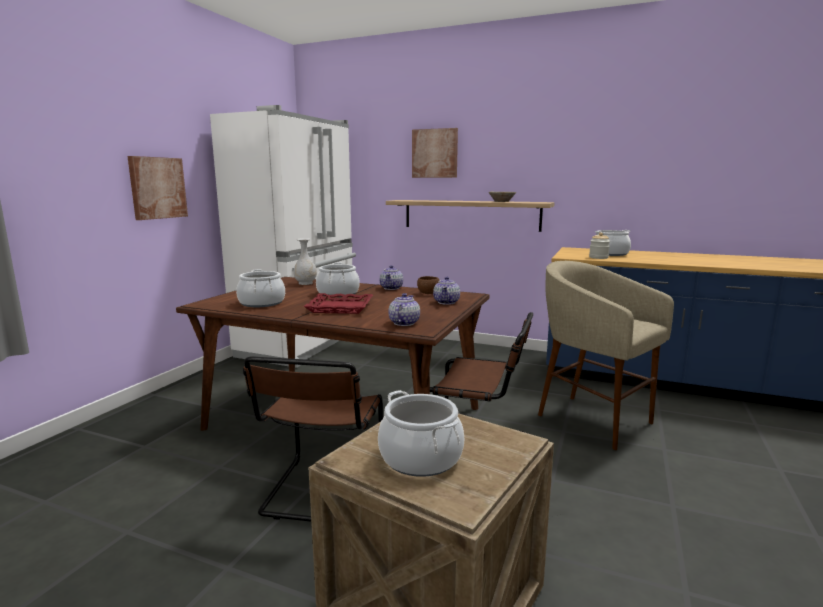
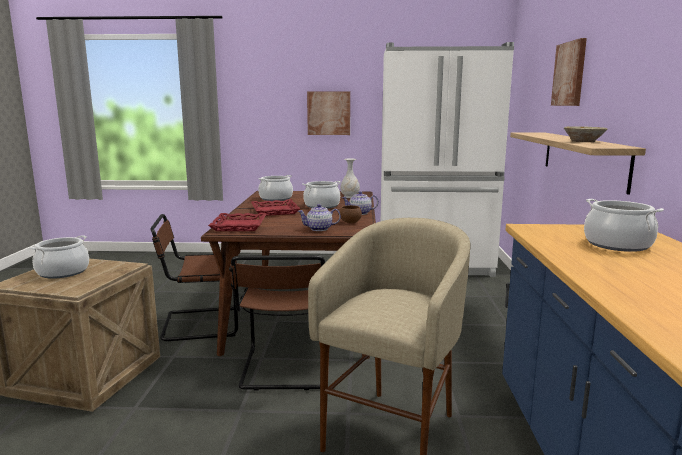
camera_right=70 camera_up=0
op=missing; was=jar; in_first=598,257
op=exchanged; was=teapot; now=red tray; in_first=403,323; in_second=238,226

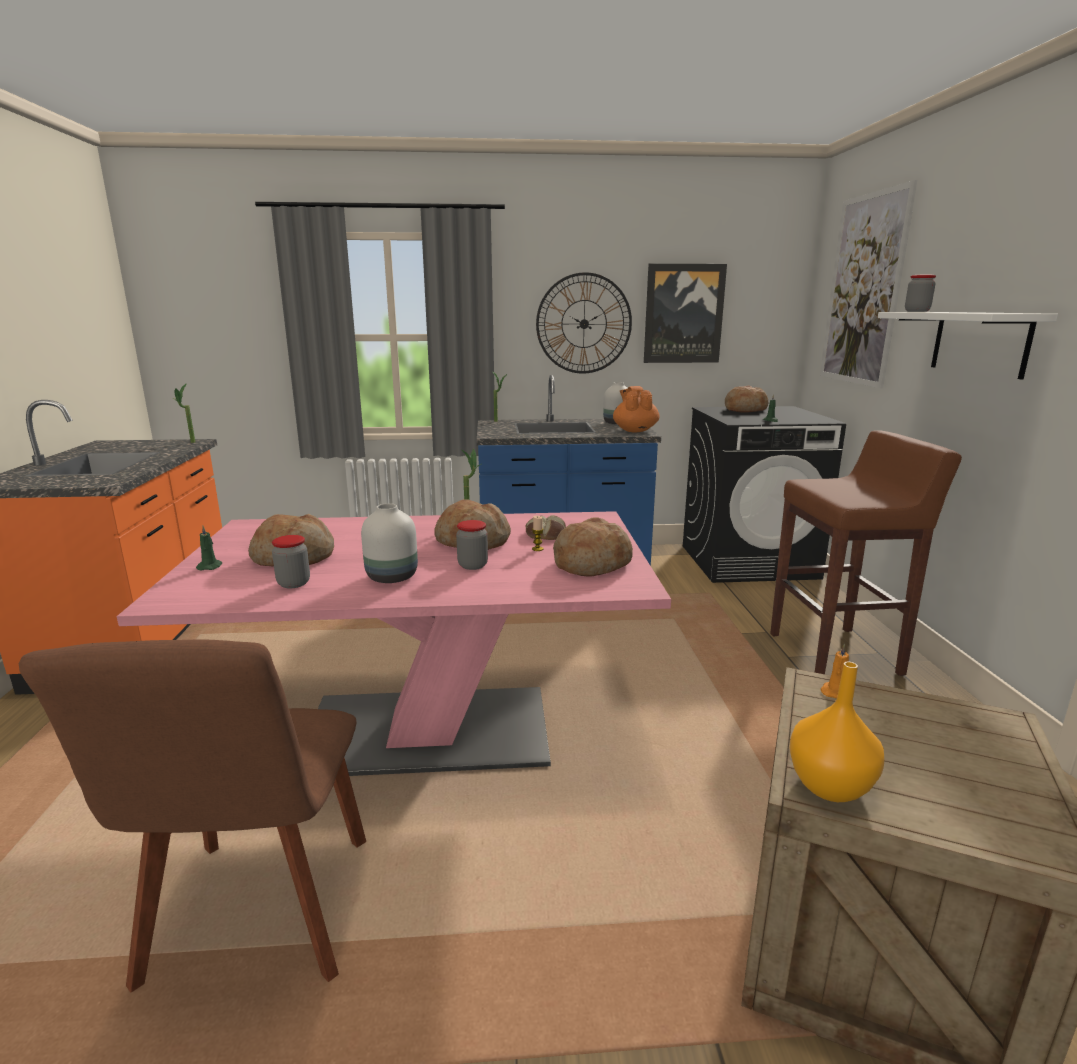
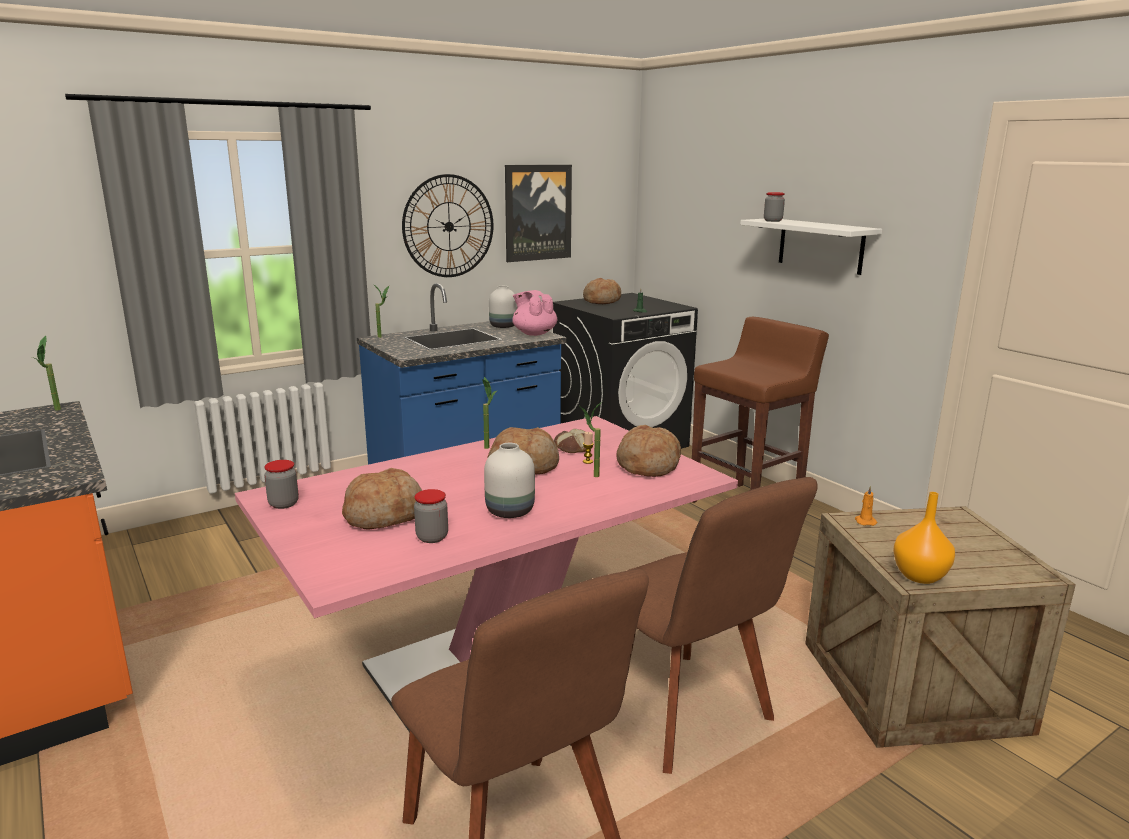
camera_right=-30 camera_up=0
op=missing; was=picture; in_first=863,290
op=colour; was=orange teapot; now=pink teapot; in_first=634,430; in_second=534,333
op=relocated; was=jar; in_first=472,565; in_second=283,504
op=missing; was=green candle; in_first=210,566
op=appeared; now=potted plant; in_second=590,475
op=appeared; now=brown chair; in_second=686,715

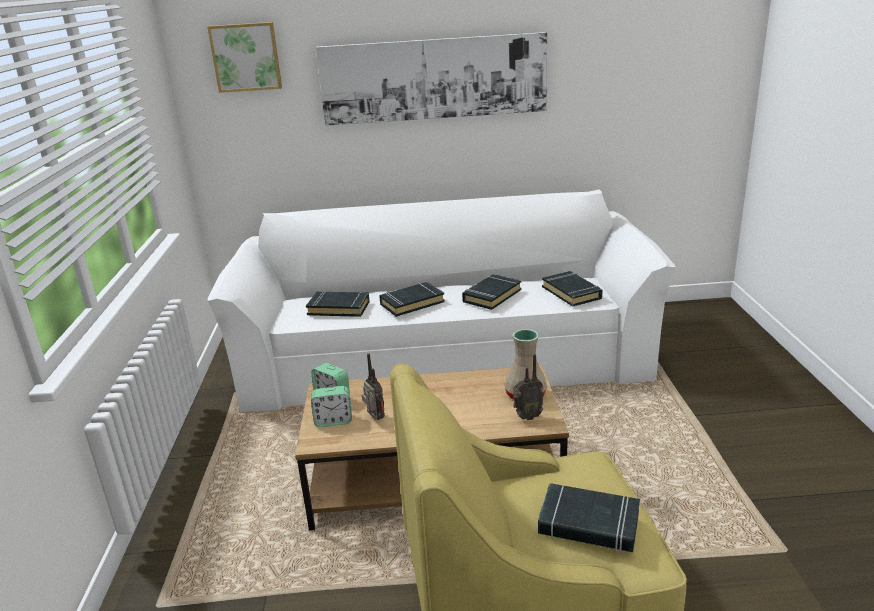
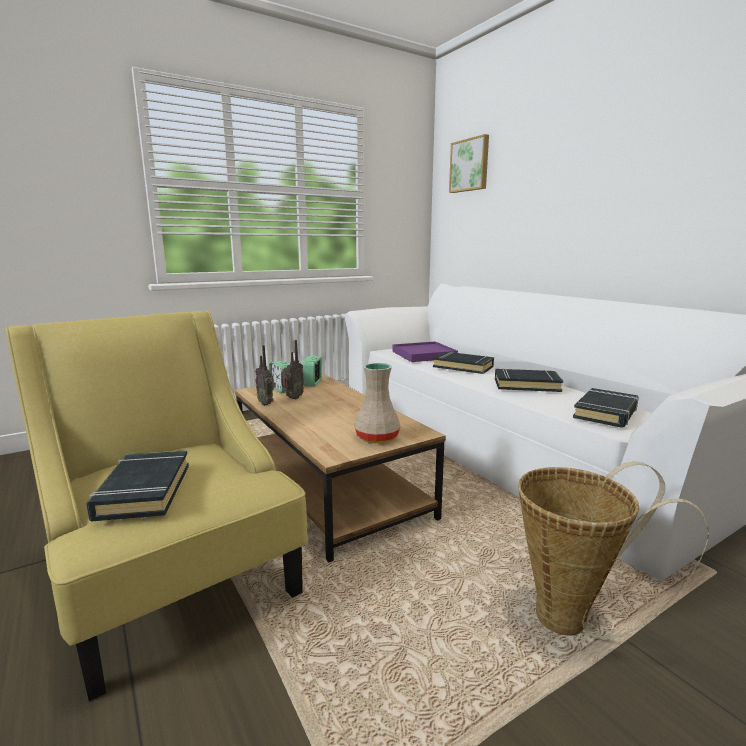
camera_right=60 camera_up=-10
op=missing; was=picture; in_first=434,79
op=exchanged; was=black book; now=purple tray; in_first=339,308; in_second=424,355
op=relocated; was=radio; in_first=526,417; in_second=266,403
op=appeared; now=basket; in_second=574,620

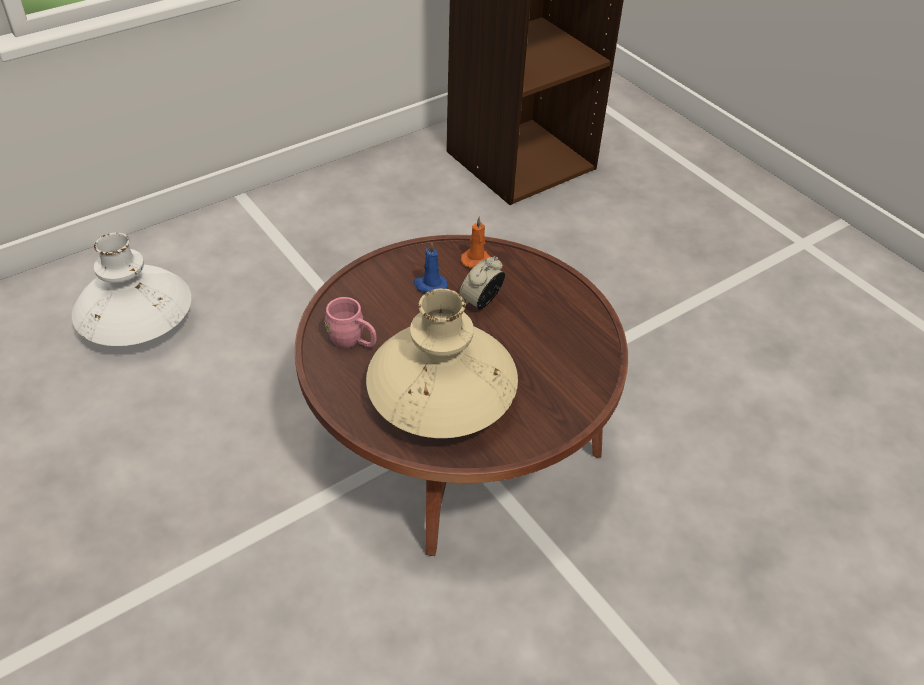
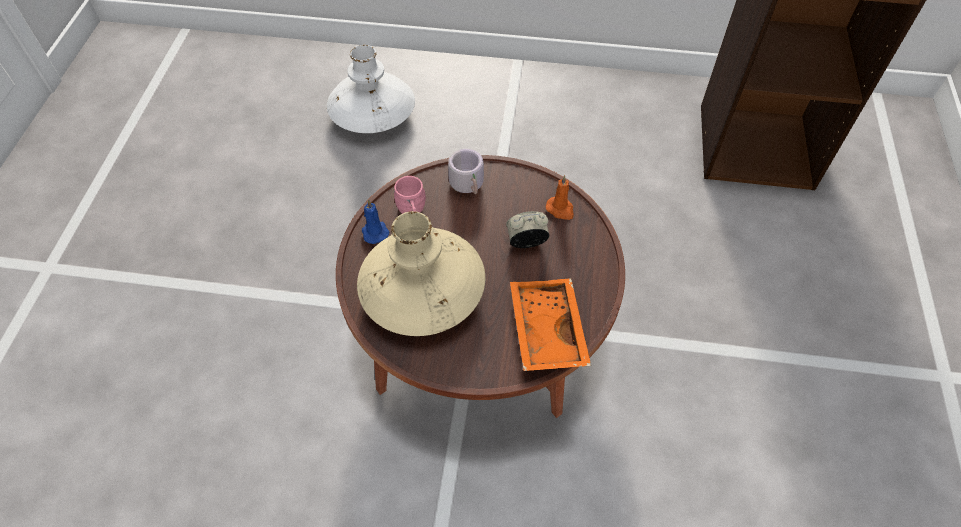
camera_right=45 camera_up=10
op=relocated; was=blue candle; in_first=429,286; in_second=374,232
op=appeared; now=grey mug; in_second=470,184
op=appeared; now=orange tray; in_second=544,330

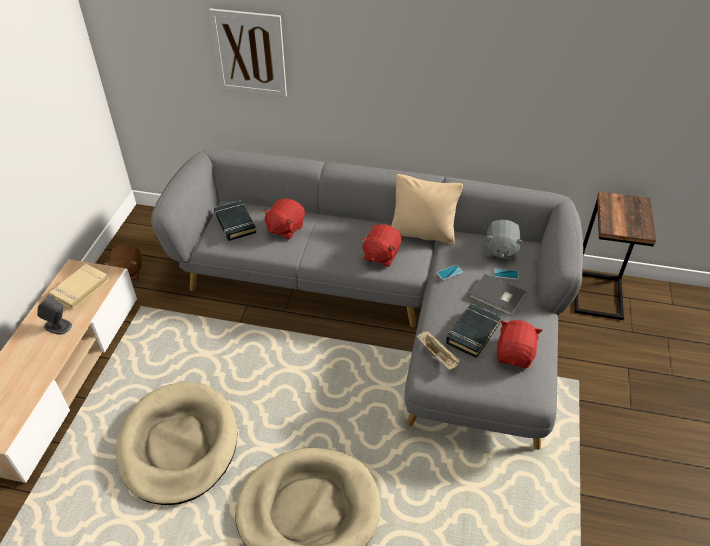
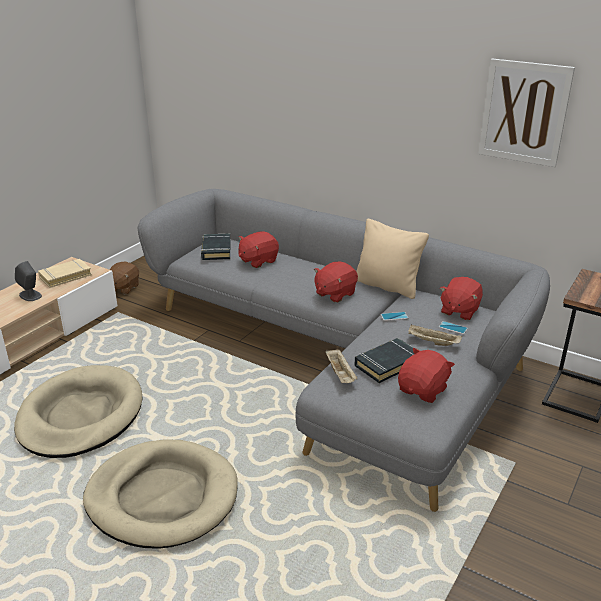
camera_right=20 camera_up=-15
op=relocated; was=picture; in_first=249,53; in_second=524,112
op=colour; was=grey plush toy; now=red plush toy; in_first=500,250; in_second=459,311
op=exchanged; was=grey book; now=beige tray; in_first=497,297; in_second=432,342

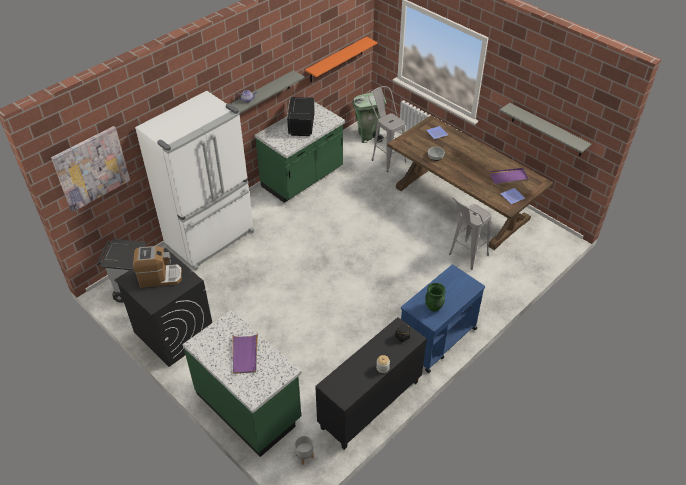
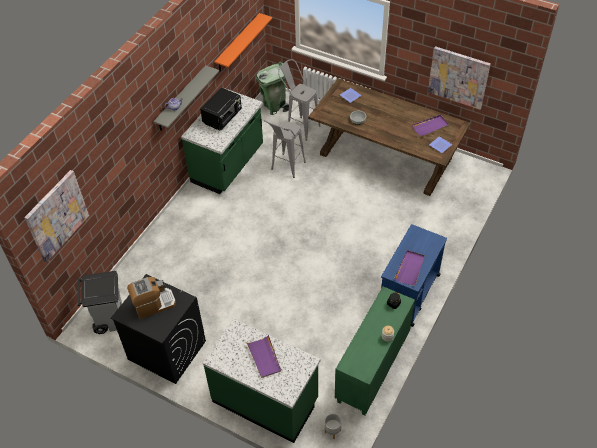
camera_right=-15 camera_up=5
op=missing; was=white fridge; in_first=211,239
op=spun; was=black microwave; in_first=301,126; in_second=223,117; clockwise=-135
op=exchanged; was=grey shelf; now=picture; in_first=547,130; in_second=458,77
op=relocated; was=grey stool; in_first=464,258; in_second=285,169
op=exchanged; was=green vase; now=purple tray; in_first=434,307; in_second=410,268
op=colour; was=black cabinet; now=green cabinet; in_first=370,405; in_second=372,369

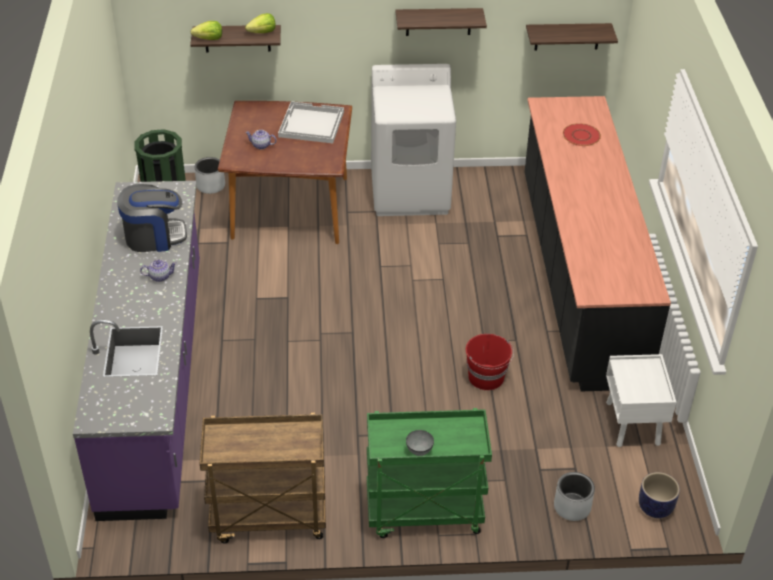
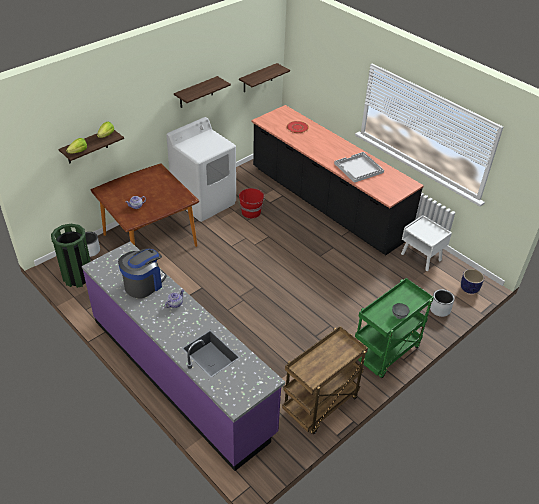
camera_right=-40 camera_up=0
op=relocated; was=white tray; in_first=310,124; in_second=358,168
op=relocated; was=red bucket; in_first=486,377; in_second=251,212

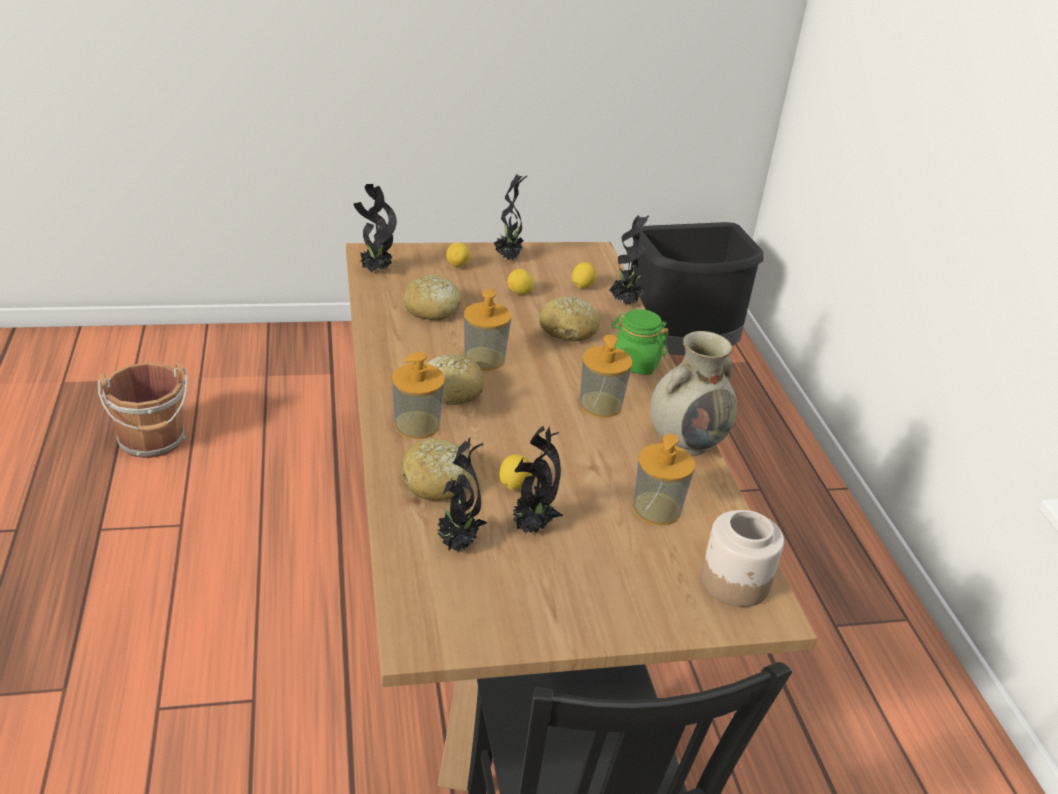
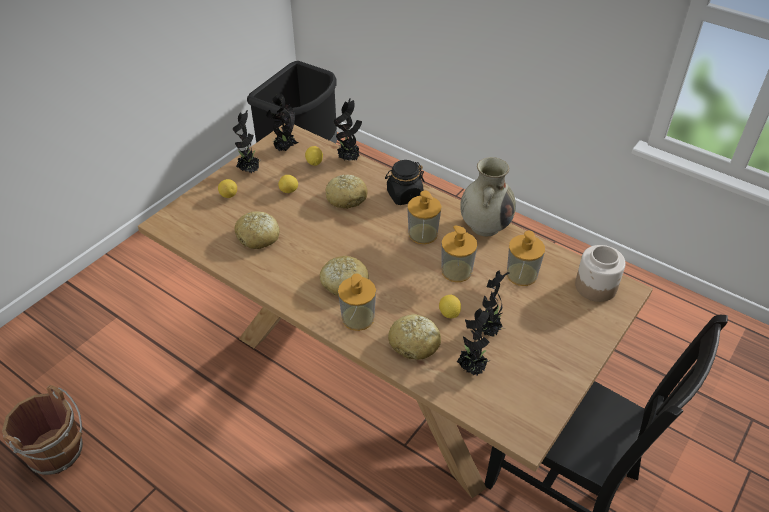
camera_right=-40 camera_up=10
op=relocated; was=potted plant; in_first=374,270; in_second=284,149
op=relocated; was=soap dispenser; in_first=484,358; in_second=456,271
op=colour; was=green jar; now=black jar; in_first=635,363; in_second=404,195

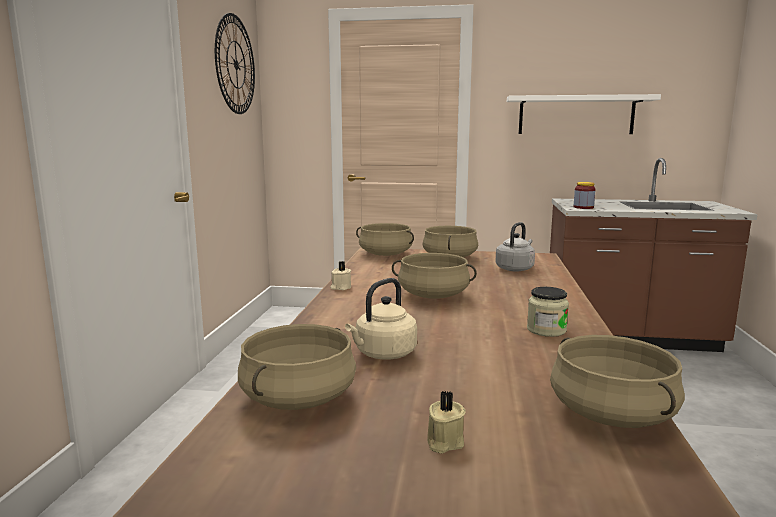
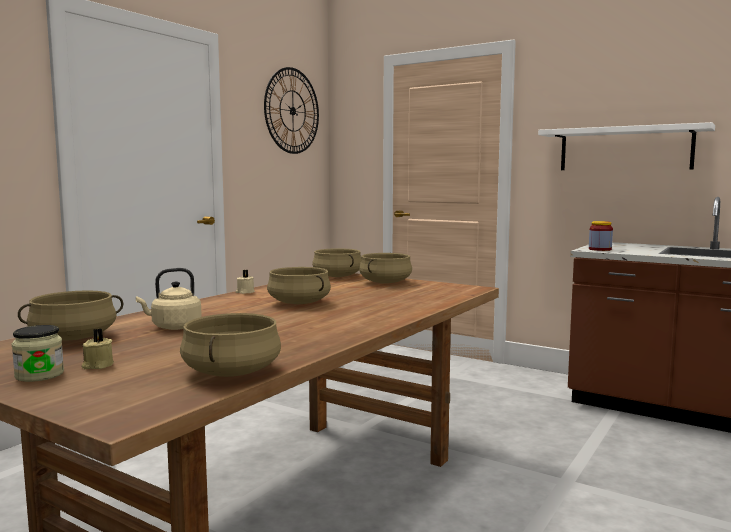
camera_right=25 camera_up=-5
op=missing; was=grey kettle; in_first=515,268
op=relocated; was=jar; in_first=546,330; in_second=39,375

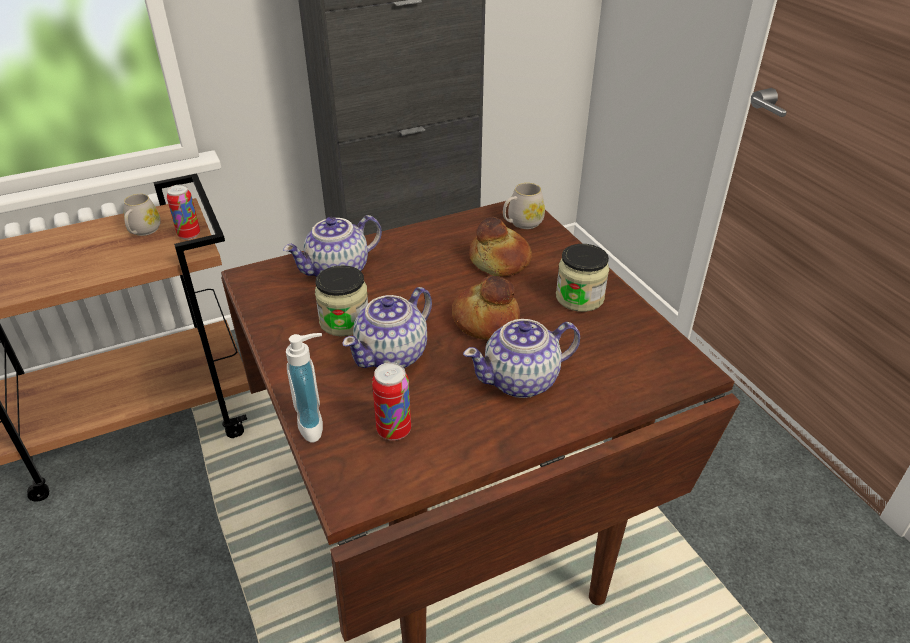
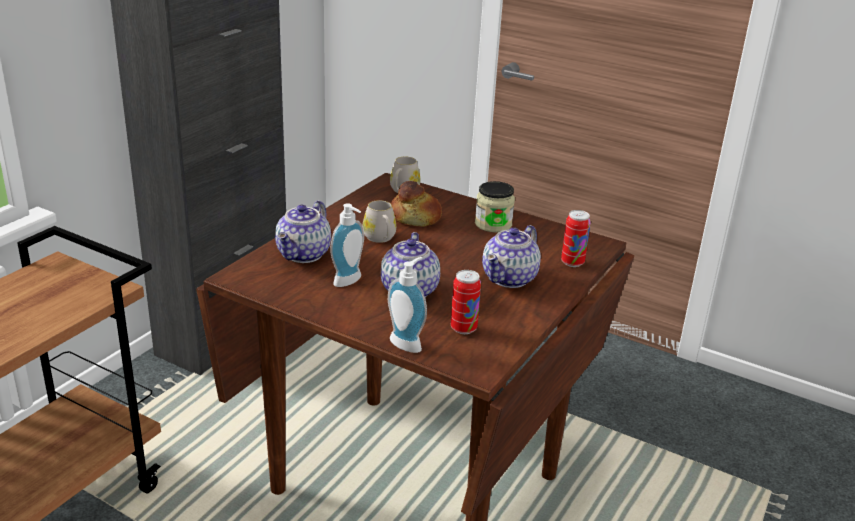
camera_right=-35 camera_up=-10
op=relocated; was=can; in_first=189,235; in_second=572,262
op=relocated; was=white mug; in_first=143,231; in_second=380,238
op=exchanged; was=jar; now=soap dispenser; in_first=344,321; in_second=350,282
op=missing; was=bread; in_first=484,321

